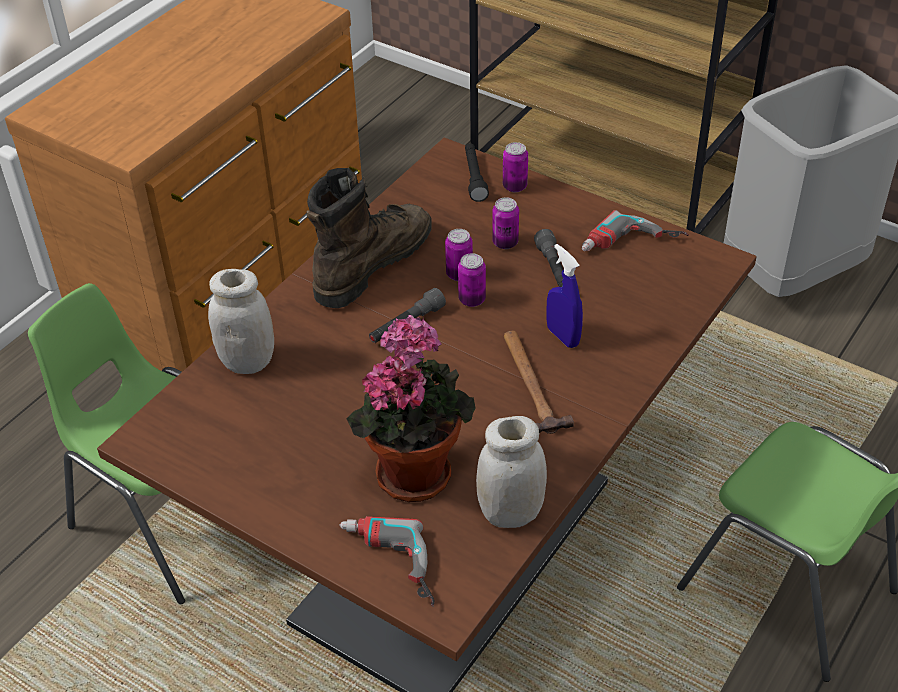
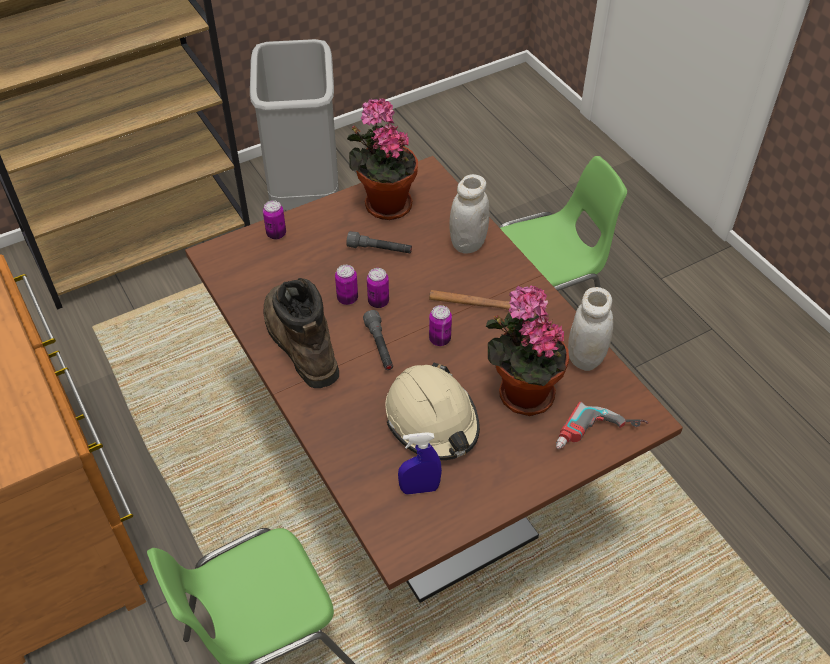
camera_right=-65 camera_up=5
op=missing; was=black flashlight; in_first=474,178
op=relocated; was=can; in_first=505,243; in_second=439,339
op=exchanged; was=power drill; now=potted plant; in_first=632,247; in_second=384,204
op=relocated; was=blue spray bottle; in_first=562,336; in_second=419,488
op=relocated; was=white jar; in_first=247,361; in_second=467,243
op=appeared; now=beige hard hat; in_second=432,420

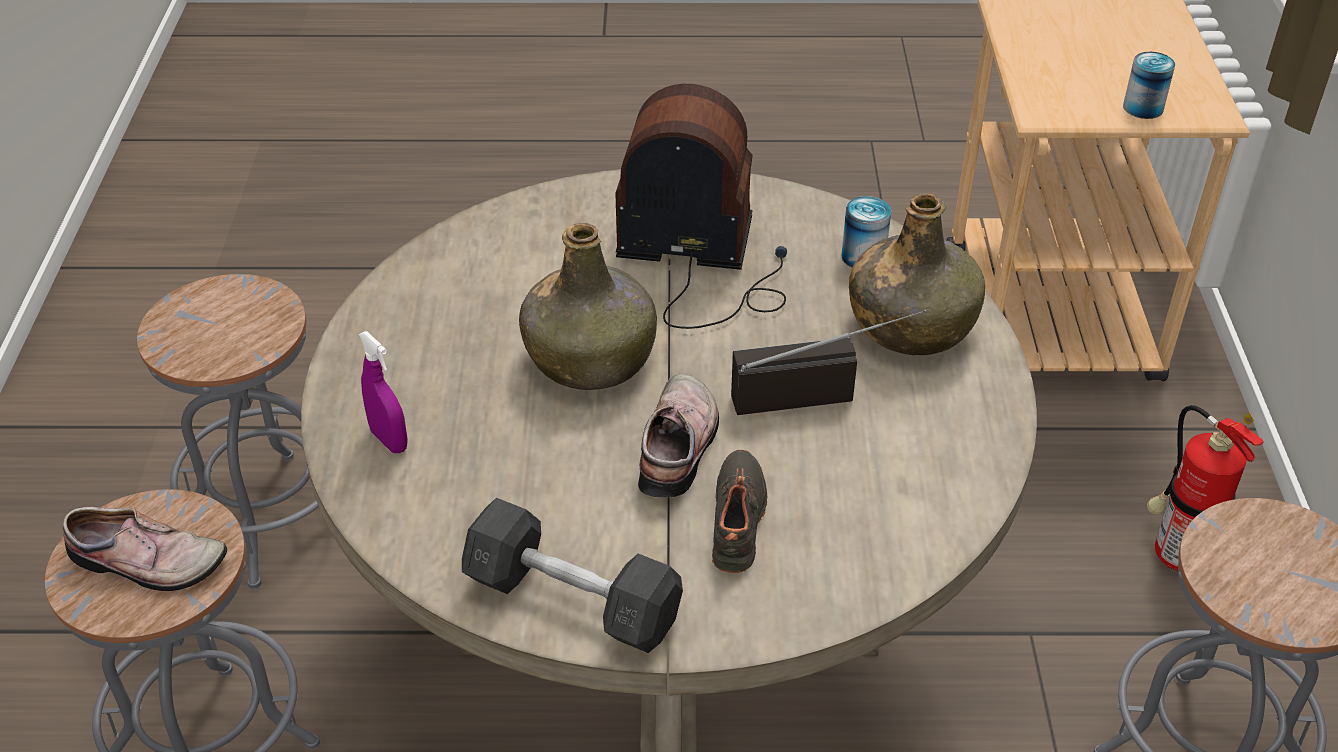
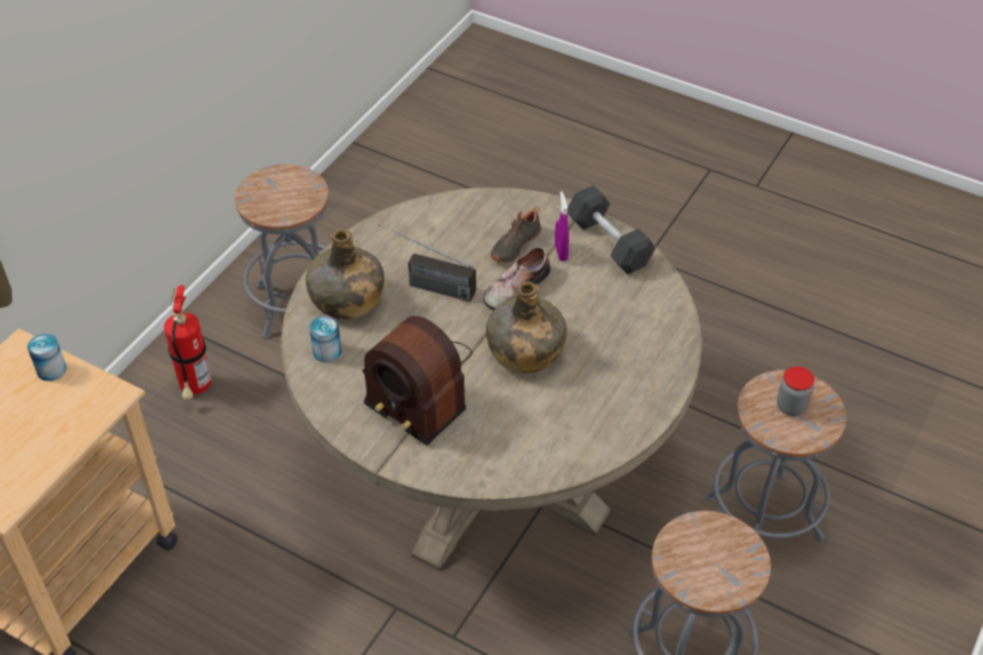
camera_right=-150 camera_up=5
op=relocated; was=purple spray bottle; in_first=389,440; in_second=561,252
op=exchanged; was=shoe; now=jar; in_first=146,564; in_second=791,406

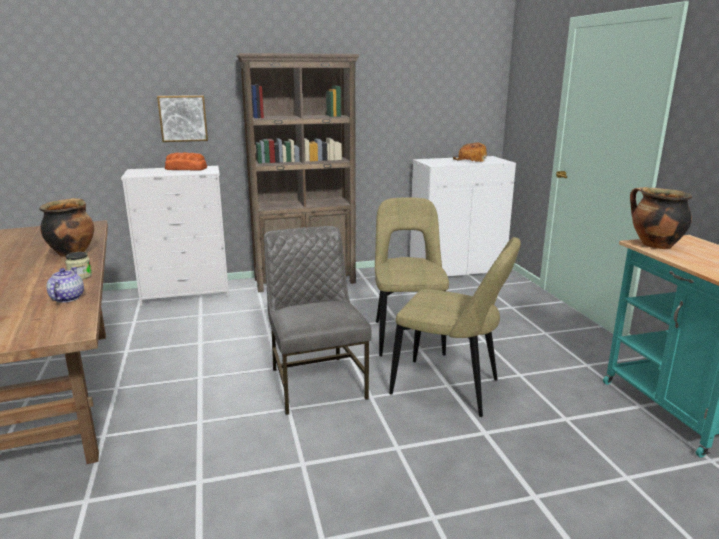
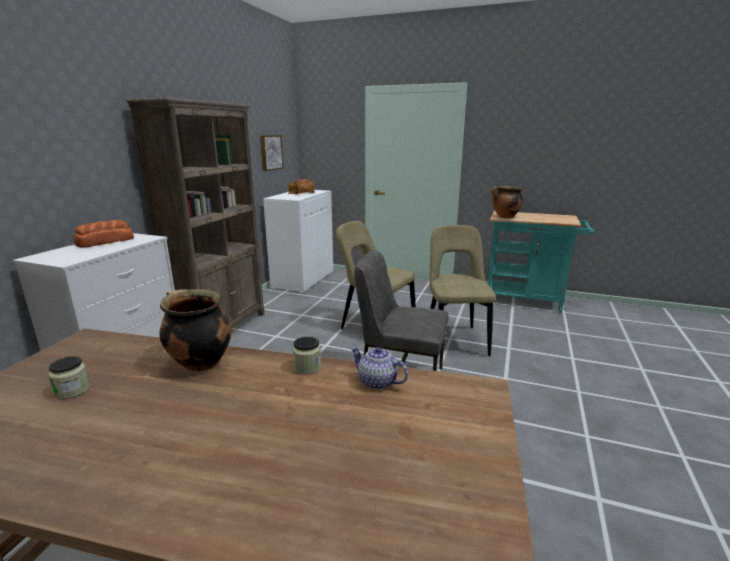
camera_right=-55 camera_up=0
op=relocated; was=picture; in_first=183,118; in_second=270,152
op=spun; was=beige chair; in_first=450,388; in_second=455,339; clockwise=-60
op=appeared; now=jar; in_second=72,390

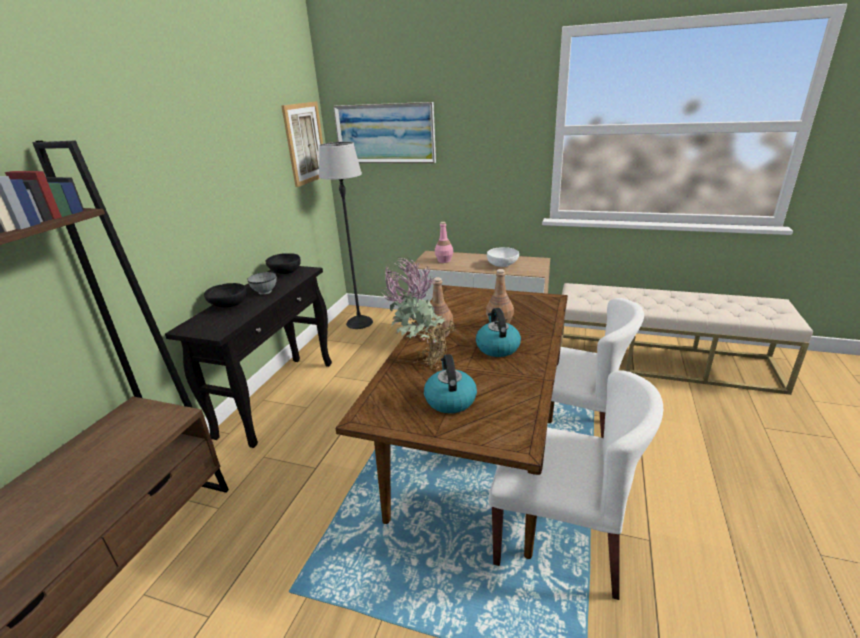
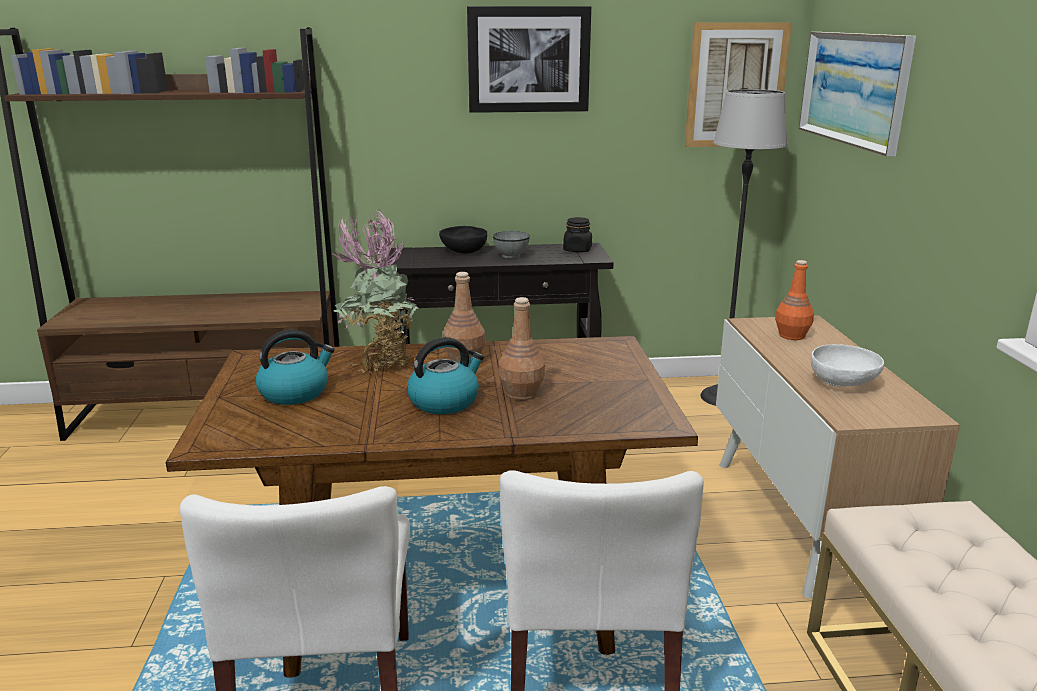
camera_right=65 camera_up=-5
op=colour; was=pink bottle; now=orange bottle; in_first=444,261; in_second=791,335
op=exchanged; was=black bowl; now=black jar; in_first=285,272; in_second=577,250
op=appeared; now=picture; in_second=528,60

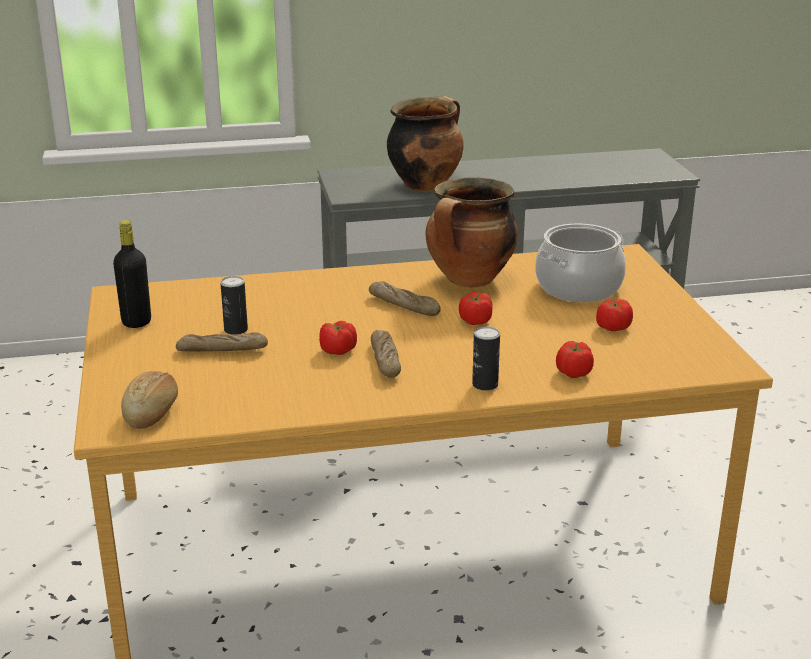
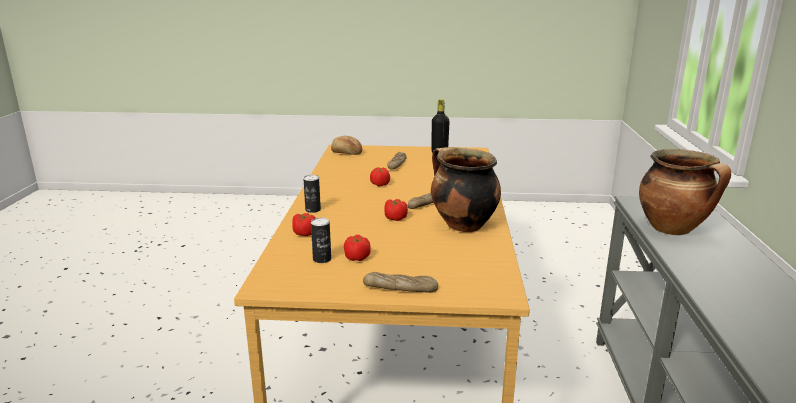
camera_right=105 camera_up=-5
op=missing; was=cooking pot; in_first=579,288
op=relocated; was=can; in_first=236,330; in_second=322,259
op=relocated; was=bread; in_first=385,361; in_second=400,288

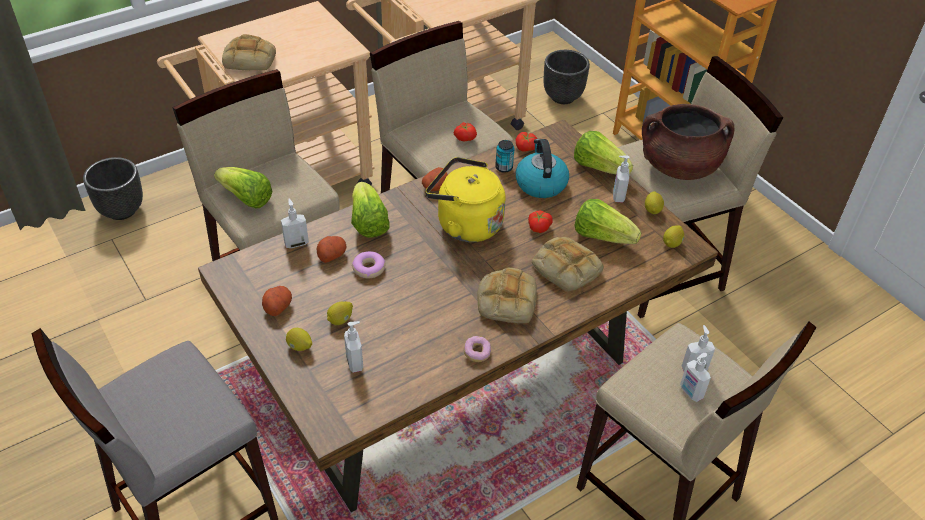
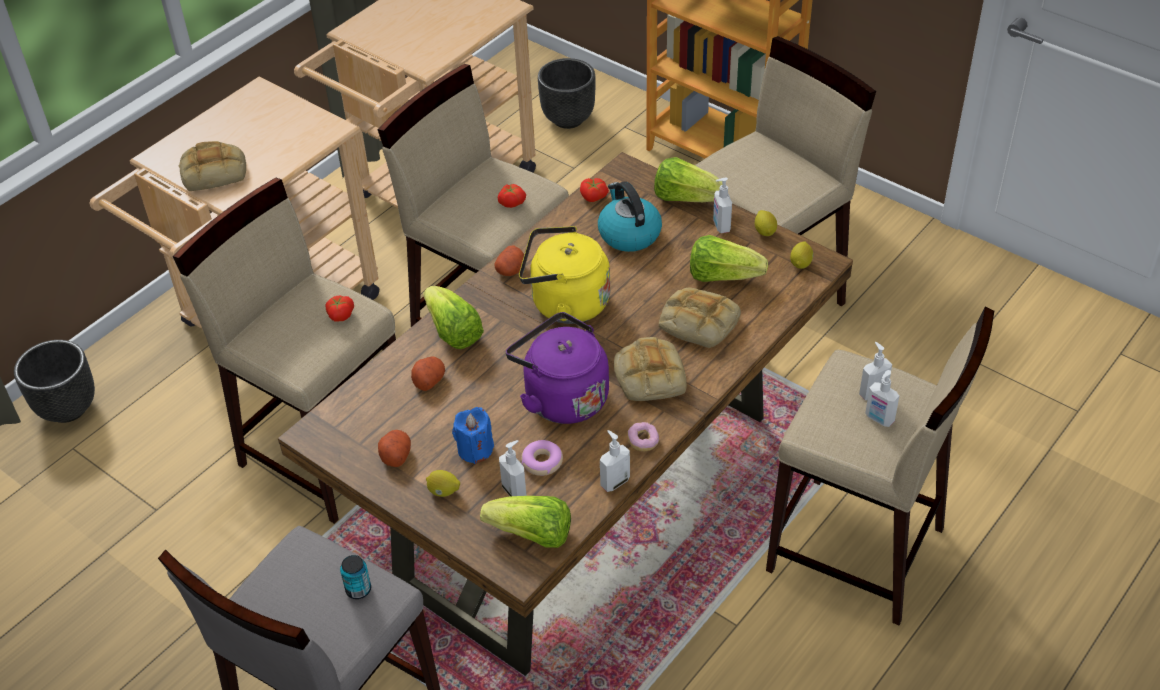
camera_right=-15 camera_up=0
op=missing; was=brown cooking pot; in_first=679,167
op=relocated; was=can; in_first=504,167; in_second=358,589
op=relocated; was=lettuce; in_first=246,198; in_second=532,535
op=relocated; was=soap dispenser; in_first=296,243; in_second=614,482
op=relocated; was=tomato; in_first=538,227; in_second=340,315
op=relocated; was=donut; in_first=369,268; in_second=542,462
op=exchanged; was=lemon; now=blue candle; in_first=340,320; in_second=475,449
op=appeared; now=purple kettle; in_second=562,397

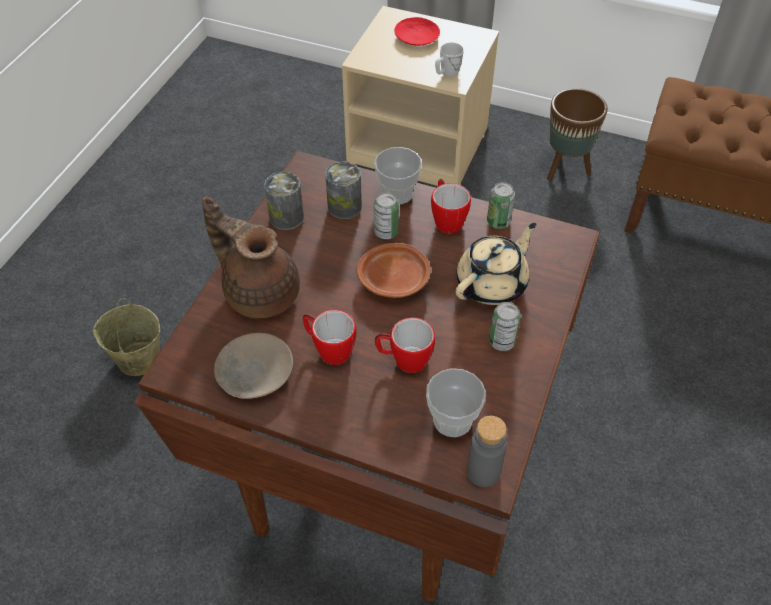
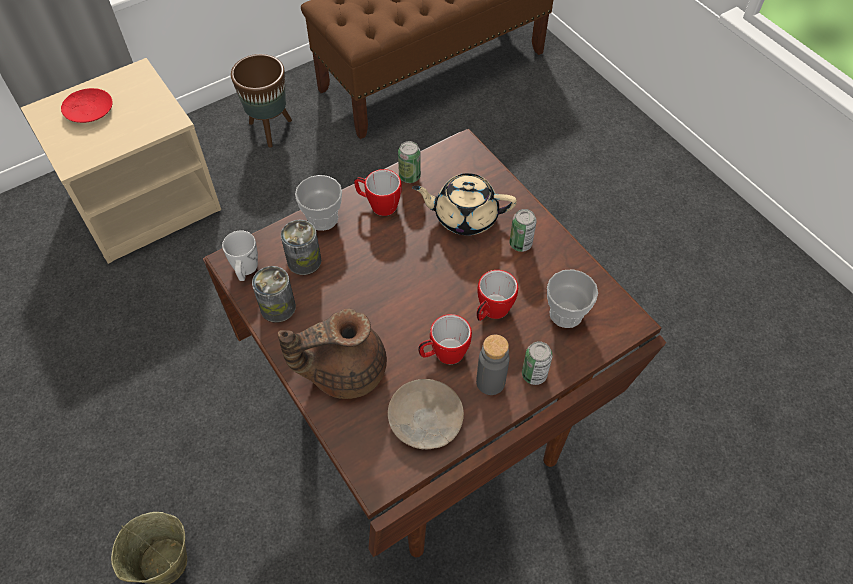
camera_right=-55 camera_up=5
op=relocated; was=white mug; in_first=447,73; in_second=245,270
op=relocated; was=can; in_first=386,232; in_second=534,374
op=spun; was=beige teapot; in_first=492,283; in_second=464,216; clockwise=-75
op=missing; was=brown plate; in_first=394,279
op=relocated; was=grey bottle; in_first=483,472; in_second=490,382

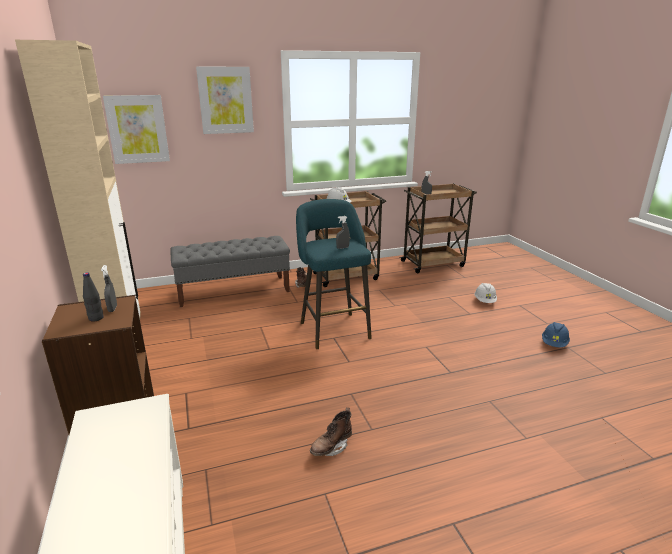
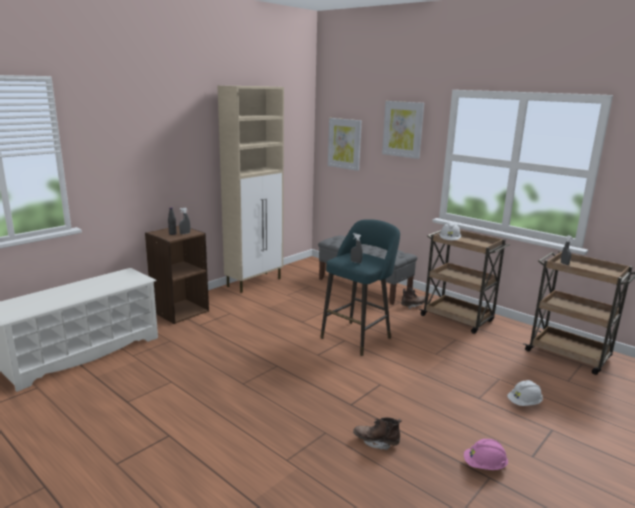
camera_right=60 camera_up=-5
op=colour; was=blue hard hat; now=pink hard hat; in_first=554,344; in_second=484,466
op=relocated; was=brown boot; in_first=331,447; in_second=376,442

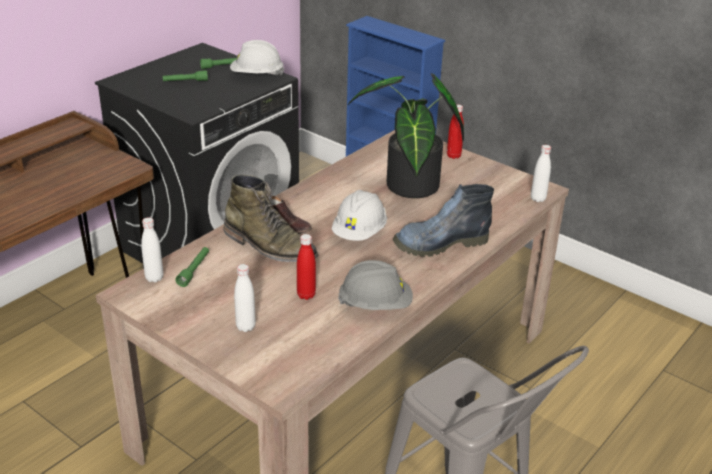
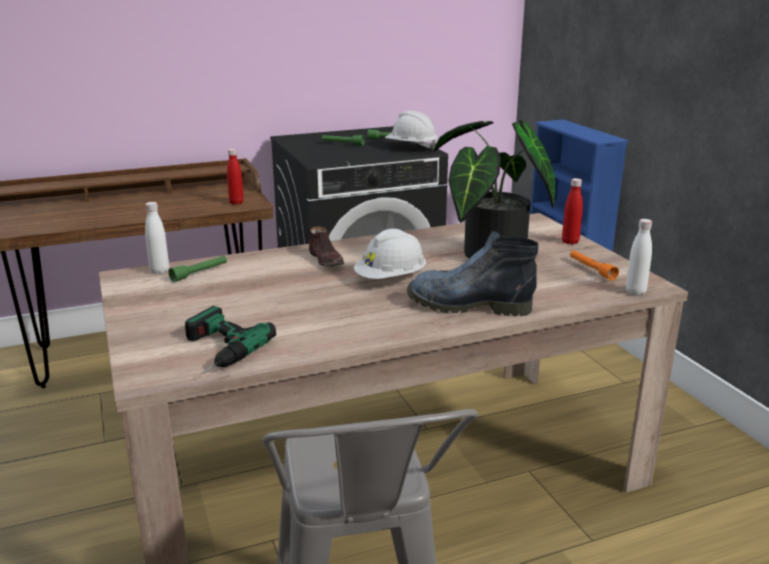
camera_right=30 camera_up=-10
op=missing; was=green boot; in_first=270,246
op=relocated; was=red bottle; in_first=306,295; in_second=236,202
op=missing; was=grey hard hat; in_first=375,305
op=missing; was=white bottle; in_first=245,327
op=appeared; now=orange flashlight; in_second=591,270
op=appeared; now=power drill; in_second=214,351

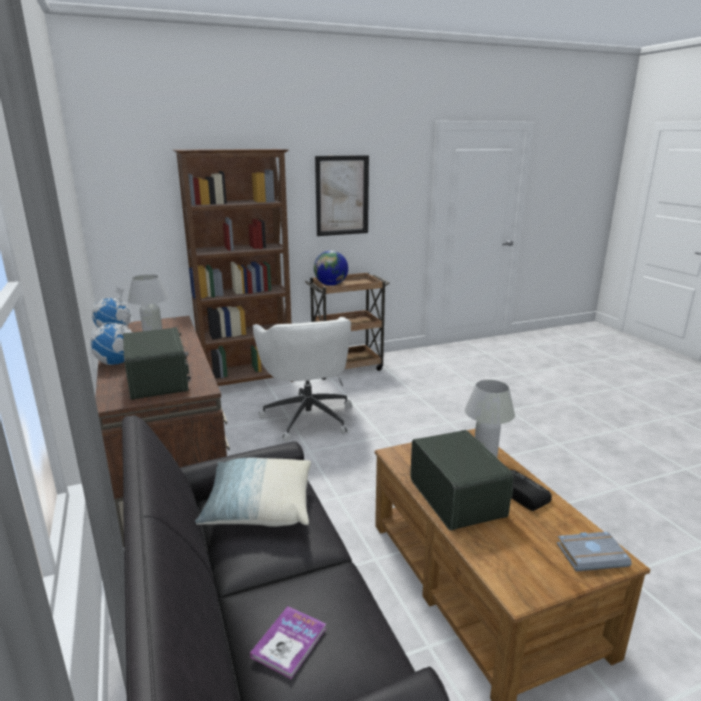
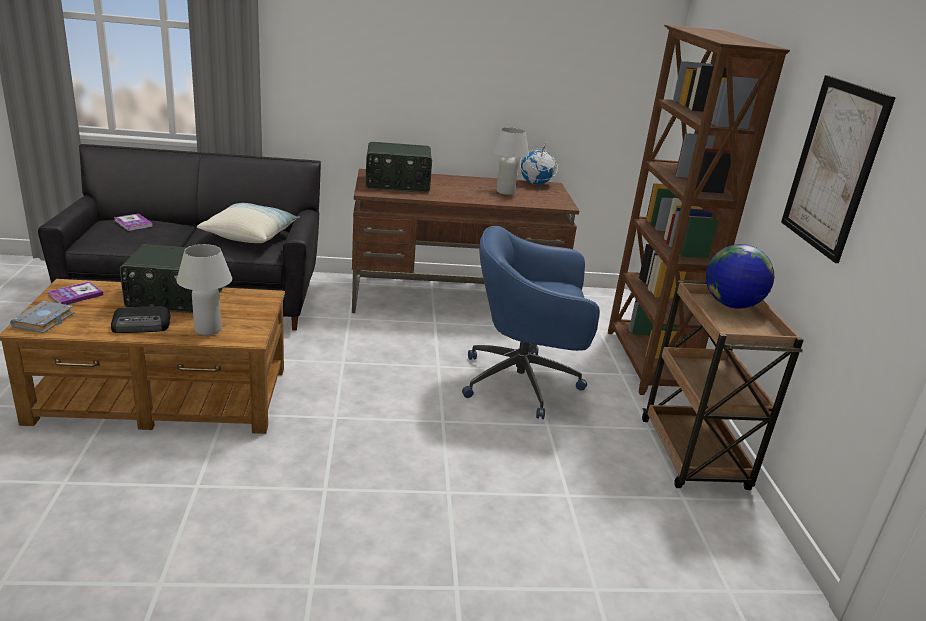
camera_right=105 camera_up=5
op=missing; was=globe; in_first=117,363
op=colour; was=white office chair; now=blue office chair; in_first=308,416; in_second=524,383
op=appeared; now=book; in_second=76,295

